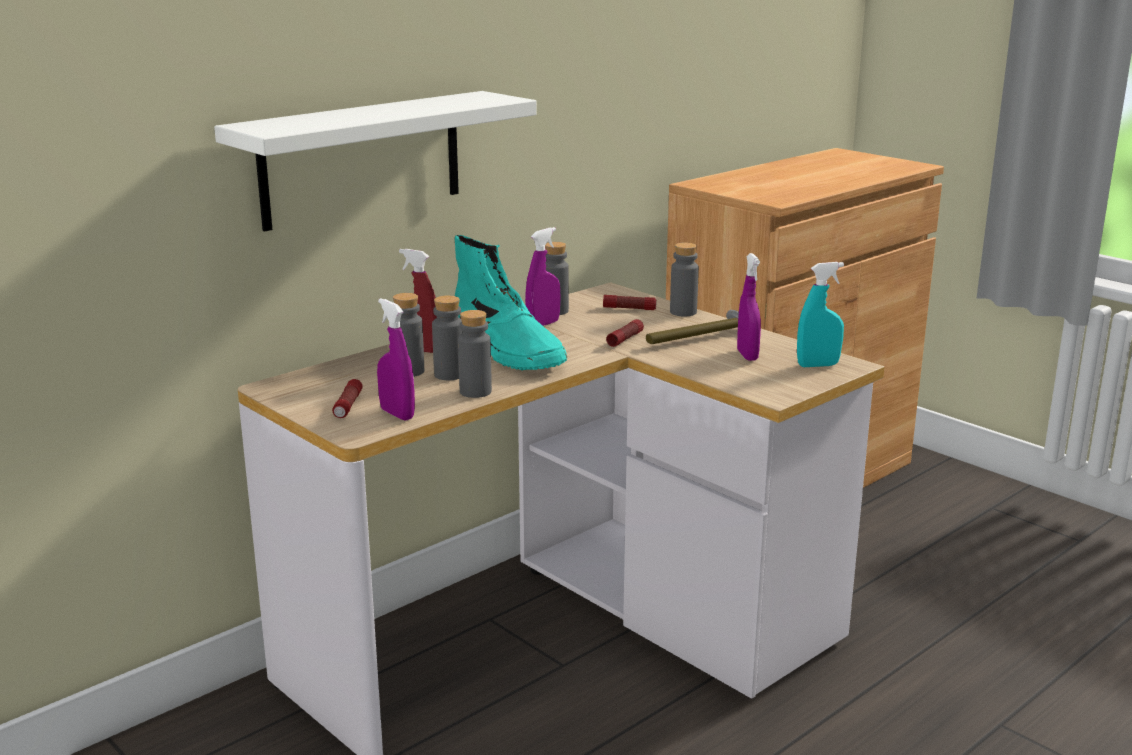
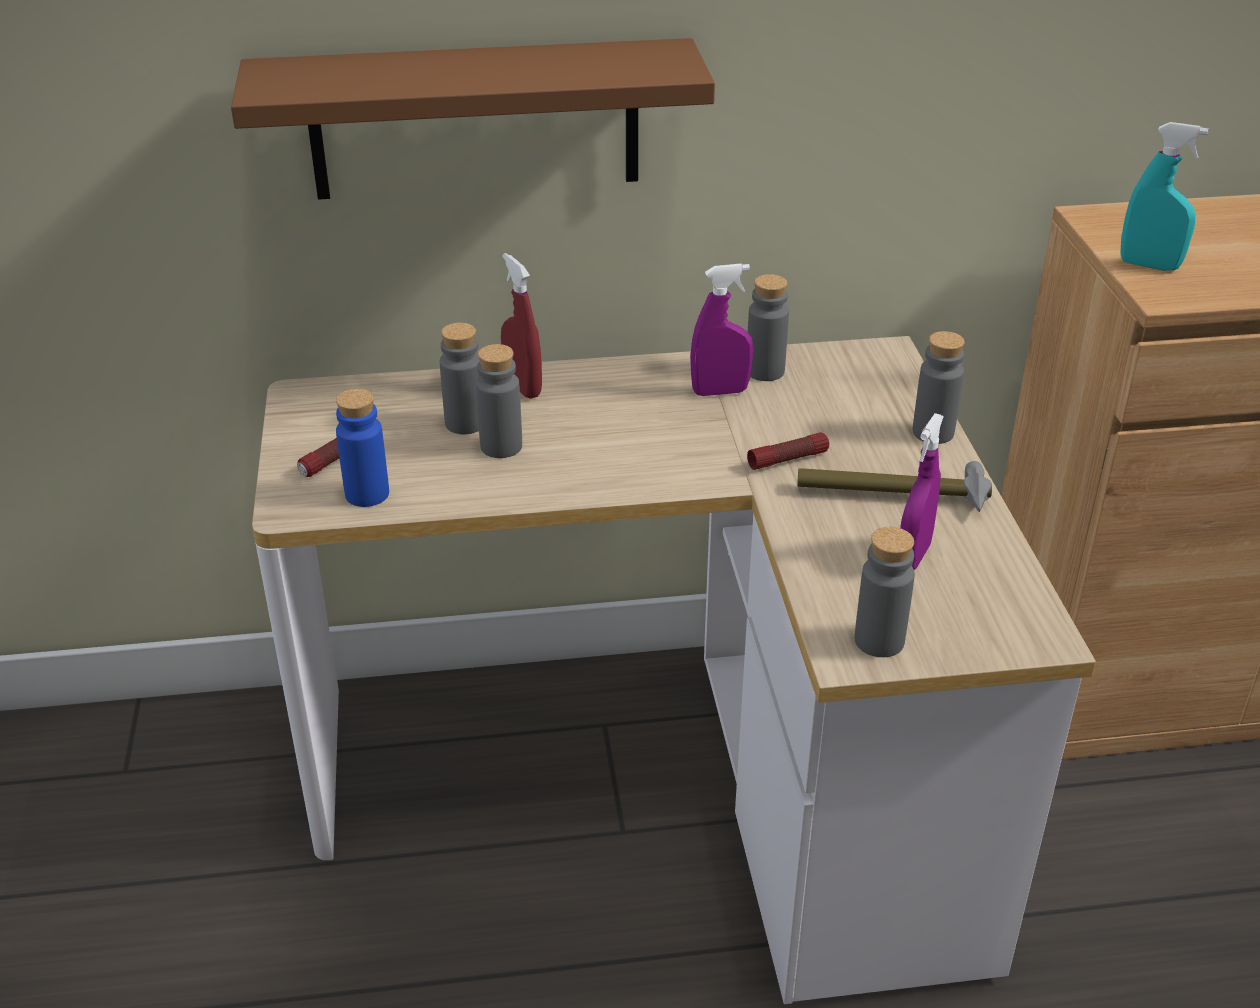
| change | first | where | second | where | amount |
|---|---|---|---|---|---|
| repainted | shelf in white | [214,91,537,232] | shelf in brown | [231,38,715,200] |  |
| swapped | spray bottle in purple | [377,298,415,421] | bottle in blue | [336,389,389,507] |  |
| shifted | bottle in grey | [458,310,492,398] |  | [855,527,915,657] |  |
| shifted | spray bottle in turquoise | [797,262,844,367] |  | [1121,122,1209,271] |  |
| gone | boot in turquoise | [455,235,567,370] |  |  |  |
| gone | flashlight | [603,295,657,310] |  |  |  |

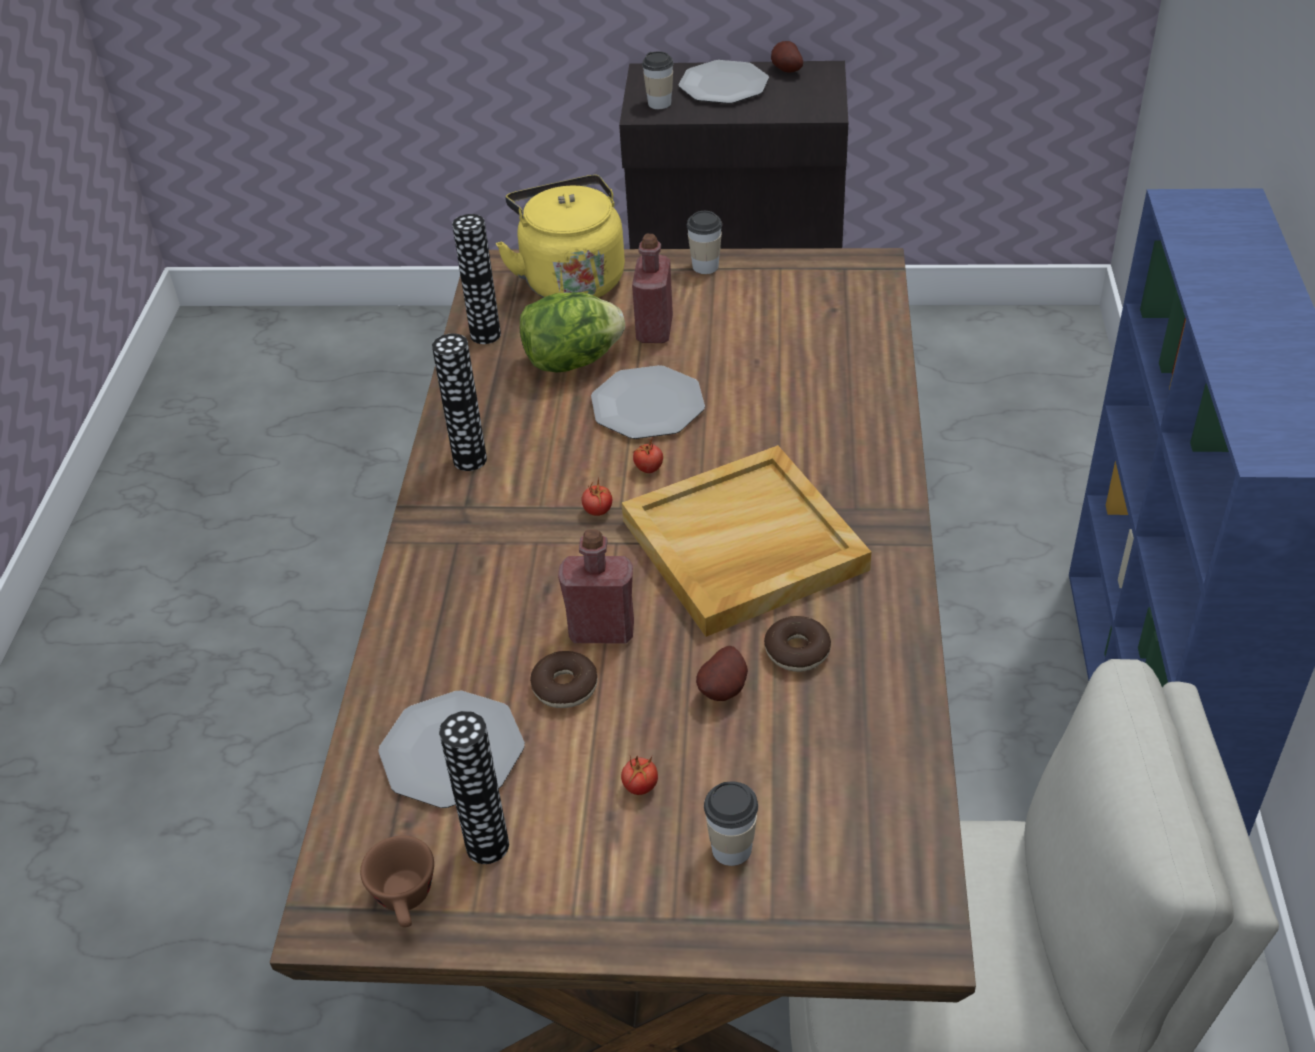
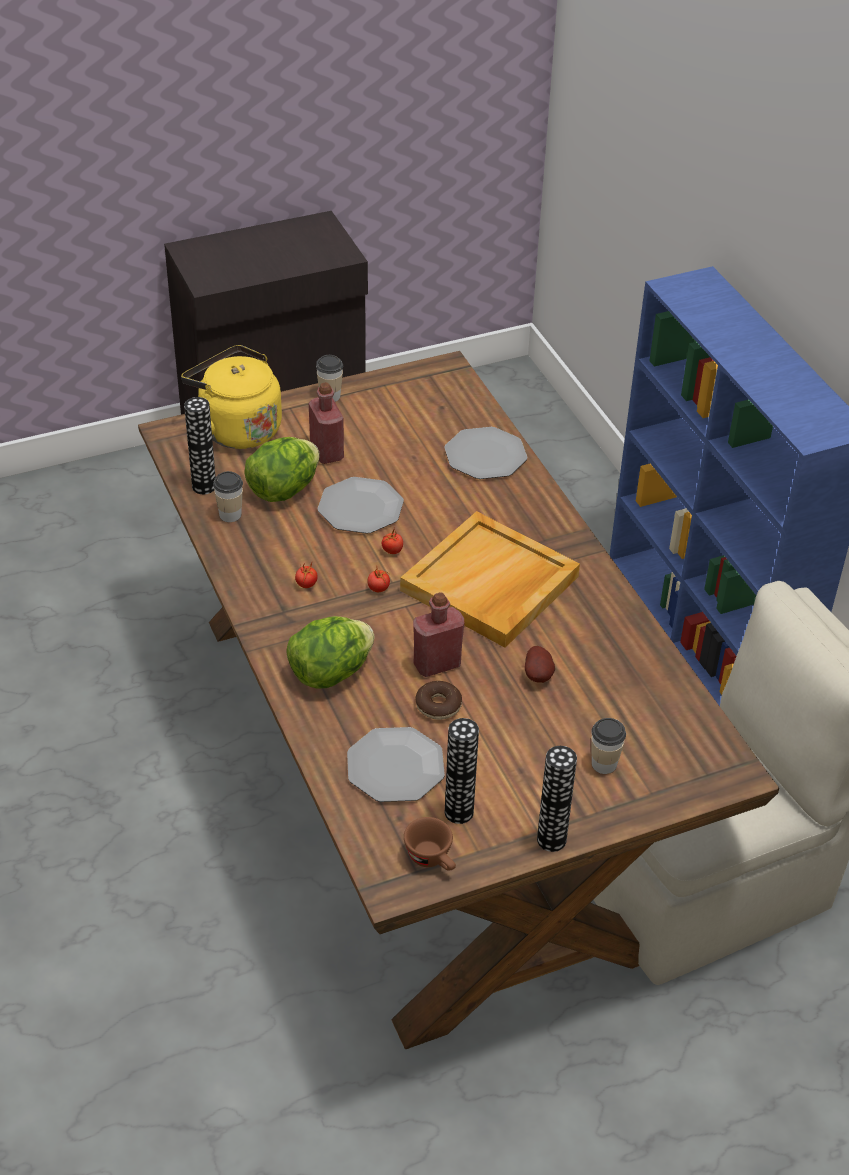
| change | first | where | second | where | amount |
|---|---|---|---|---|---|
| shifted | cup | [642,51,674,109] |  | [213,471,243,522] |  |
| new |  |  | lettuce | [286,616,375,689] |  |
| shifted | tomato | [621,756,658,795] |  | [295,563,318,588] |  |
| shifted | plate | [678,60,769,104] |  | [444,427,527,479] |  |
| shifted | vase | [432,334,487,471] |  | [537,746,577,852] |  |
| gone | donut | [764,616,831,672] |  |  |  |
| gone | potato | [771,41,803,73] |  |  |  |

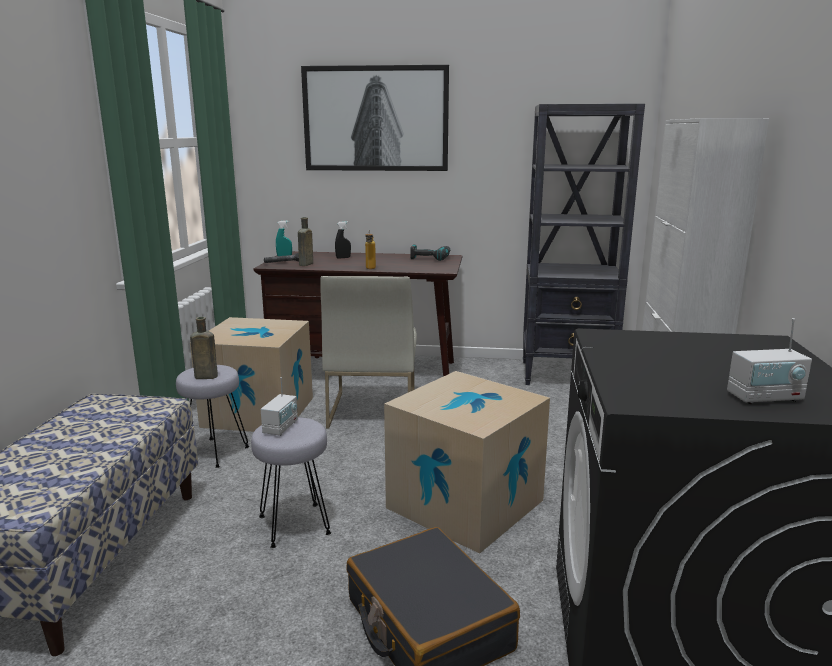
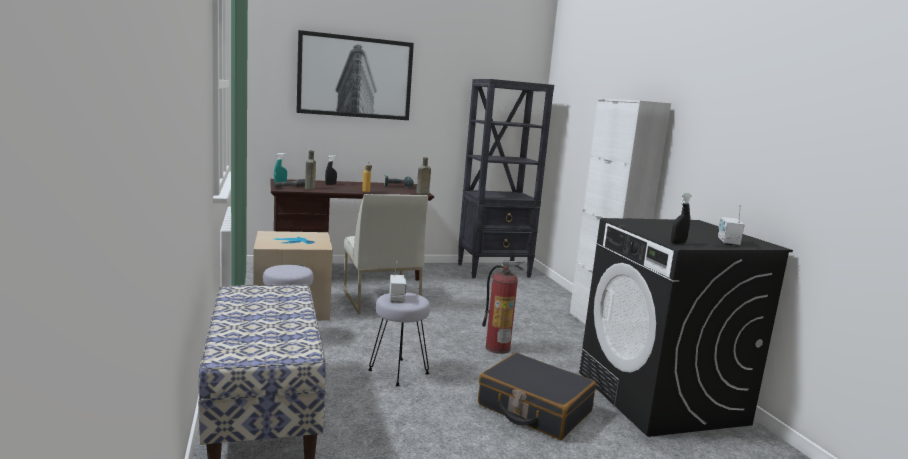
| change | first | where | second | where | amount |
|---|---|---|---|---|---|
| shifted | bottle in brown | [190,317,218,379] |  | [416,157,431,195] |  |
| swapped | cardboard box | [384,371,550,554] | fire extinguisher | [482,261,525,354] |  |
| new |  |  | spray bottle in black | [671,193,692,244] |  |
| rotated | radio | [727,318,812,405] |  | [718,205,744,246] | 135 degrees clockwise |

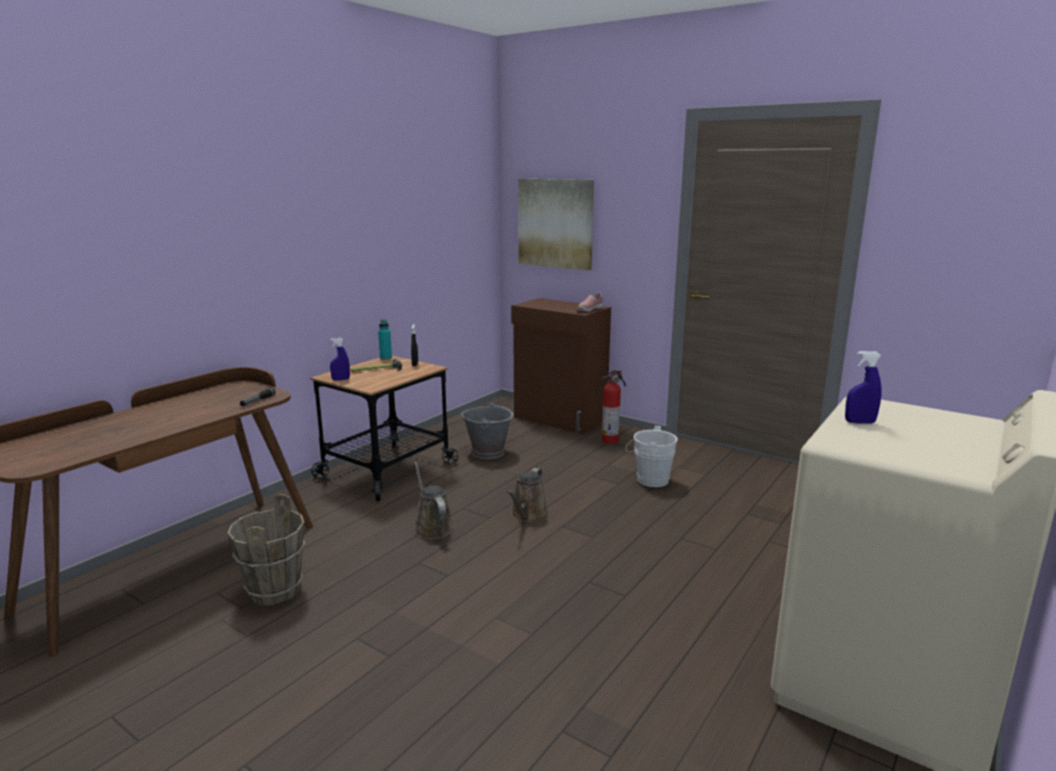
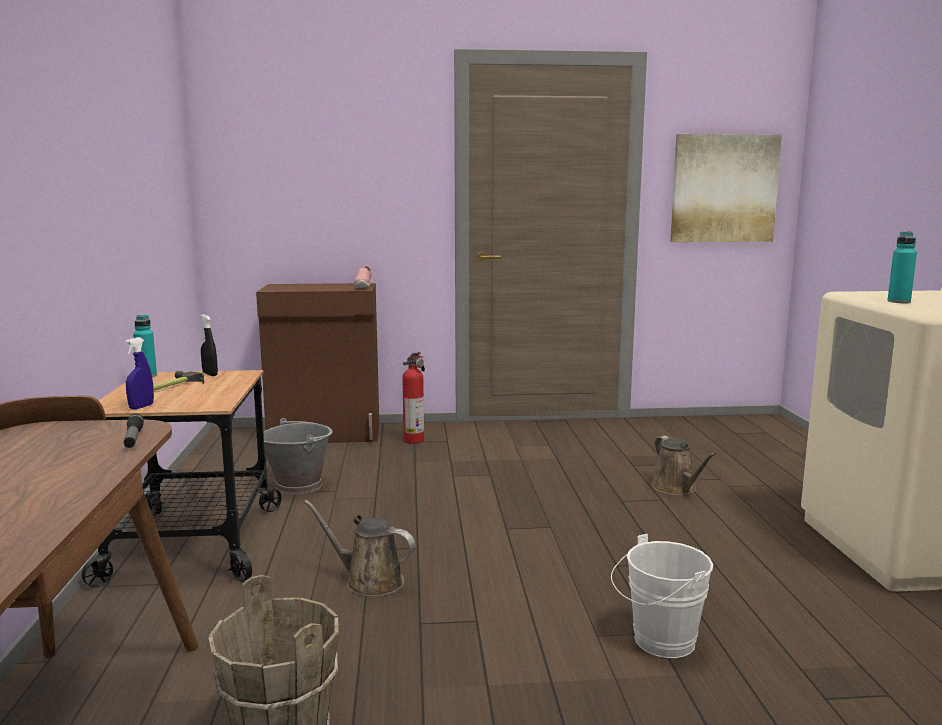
| change | first | where | second | where | amount |
|---|---|---|---|---|---|
| shifted | bucket in white | [626,426,678,487] |  | [611,534,713,658] |  |
| shifted | watering can in brown | [507,468,549,523] |  | [652,436,716,495] |  |
| shifted | picture | [518,179,594,270] |  | [670,134,782,242] |  |
| swapped | spray bottle in blue | [845,351,882,424] | bottle in turquoise | [887,231,917,303] |  |

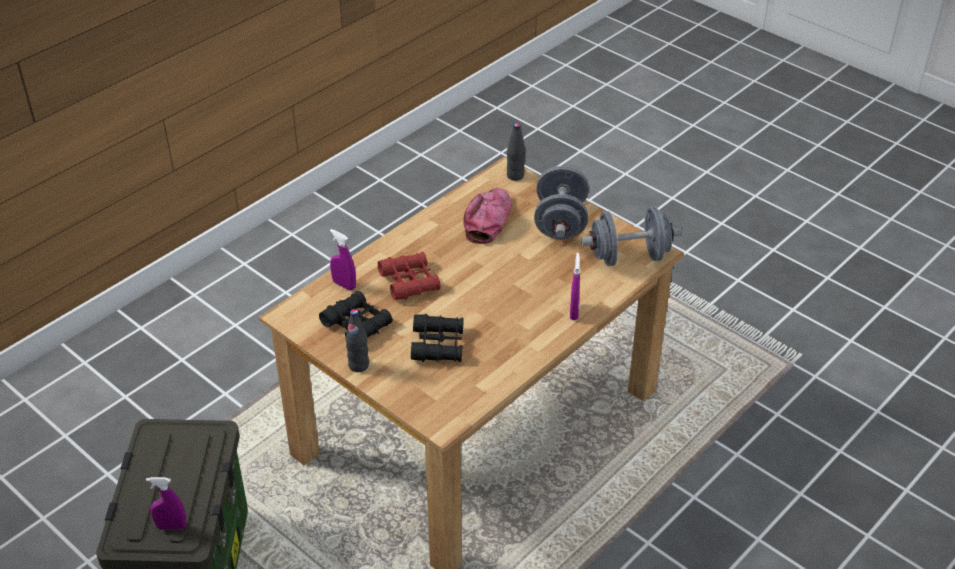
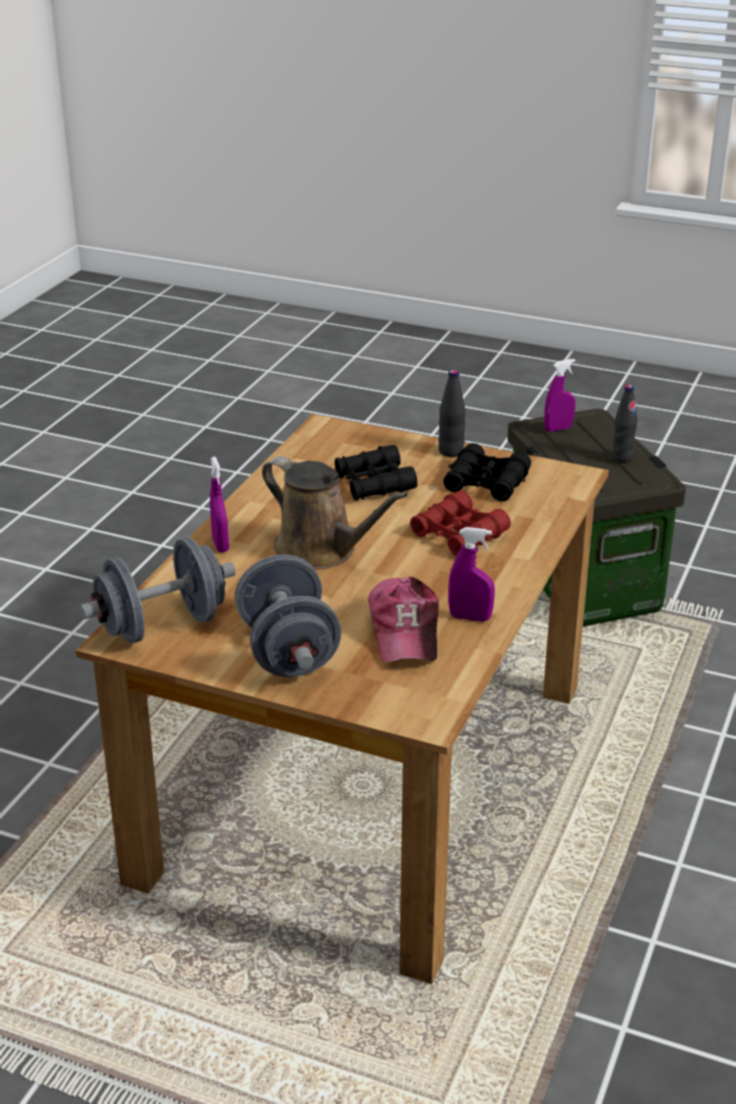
| change | first | where | second | where | amount |
|---|---|---|---|---|---|
| new |  |  | watering can in brown | [262,456,408,570] |  |
| shifted | spray bottle in purple | [330,229,356,290] |  | [448,527,495,622] |  |
| shifted | bottle in black | [507,123,525,181] |  | [612,385,637,463] |  |

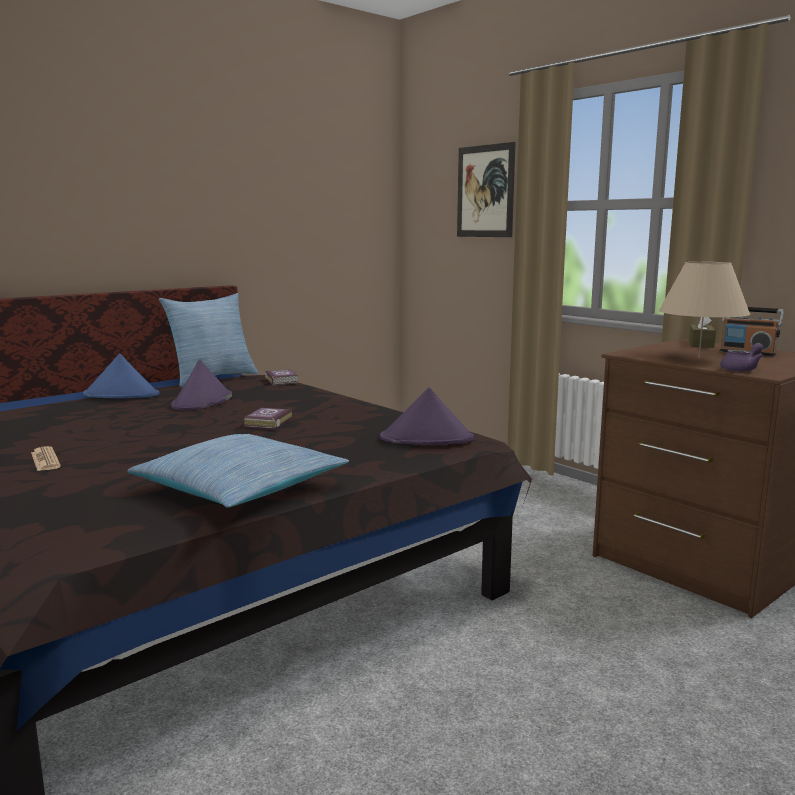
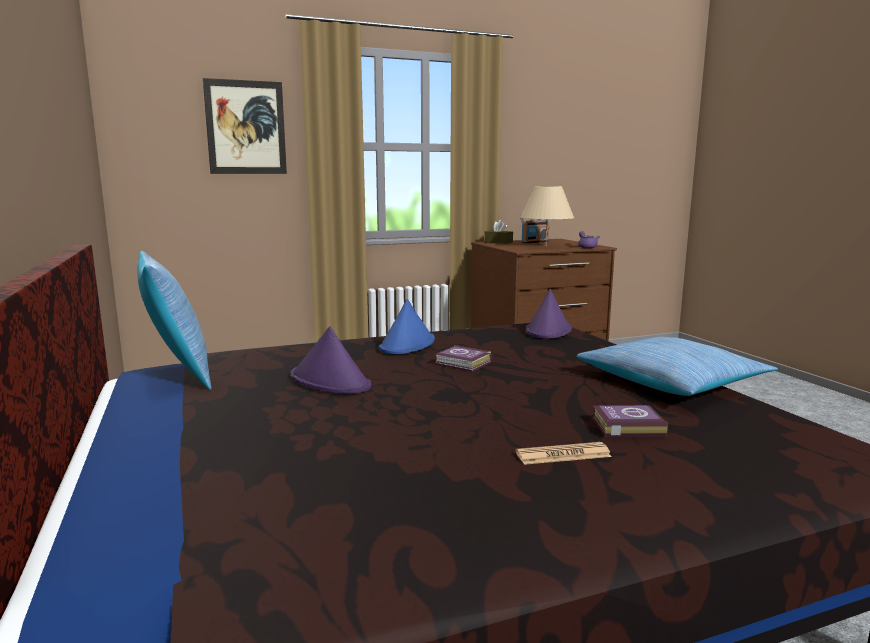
| change | first | where | second | where | amount |
|---|---|---|---|---|---|
| shifted | hat in blue | [83,354,159,398] |  | [379,299,435,354] |  |
| shifted | book | [265,370,299,385] |  | [592,405,668,437] |  |

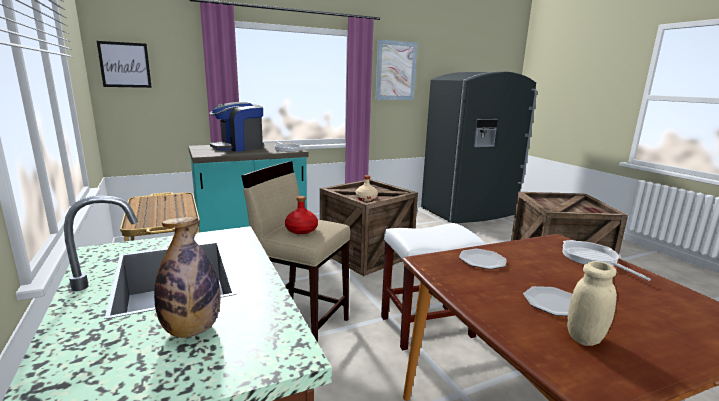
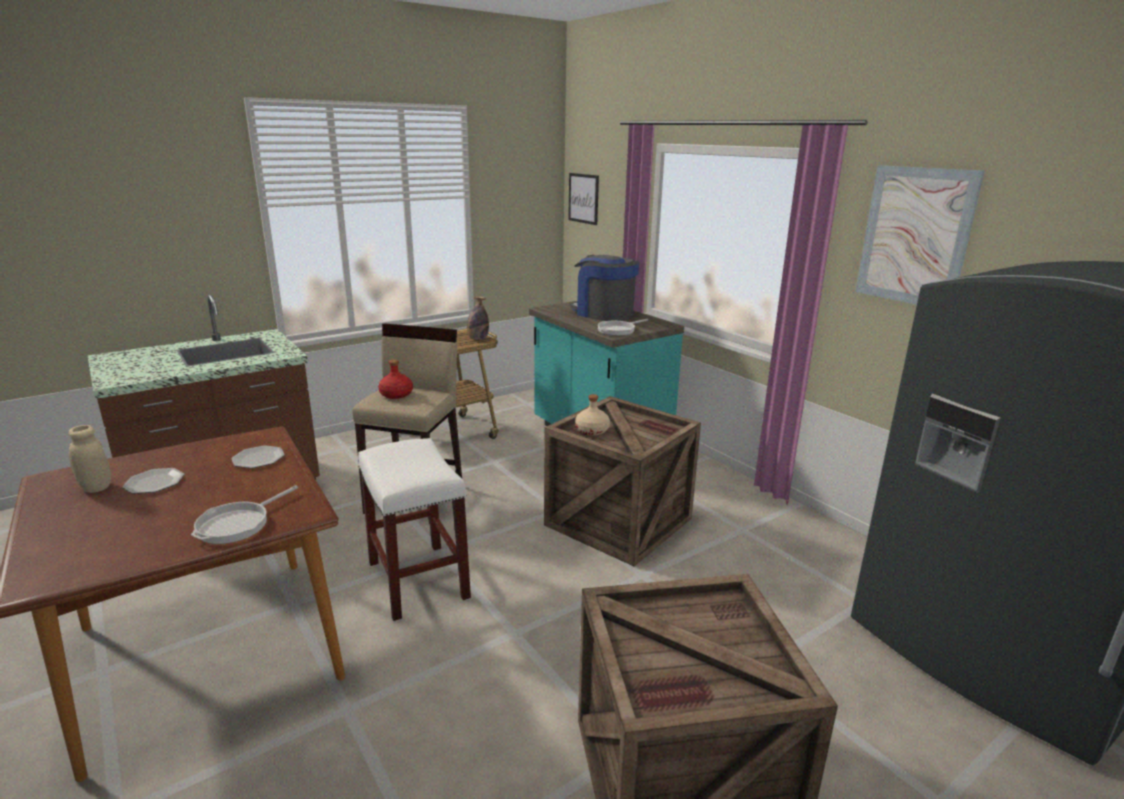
| change | first | where | second | where | amount |
|---|---|---|---|---|---|
| rotated | frying pan | [563,240,651,281] |  | [191,486,298,544] | 150 degrees clockwise |
| shifted | bottle | [154,217,220,338] |  | [467,296,489,340] |  |

